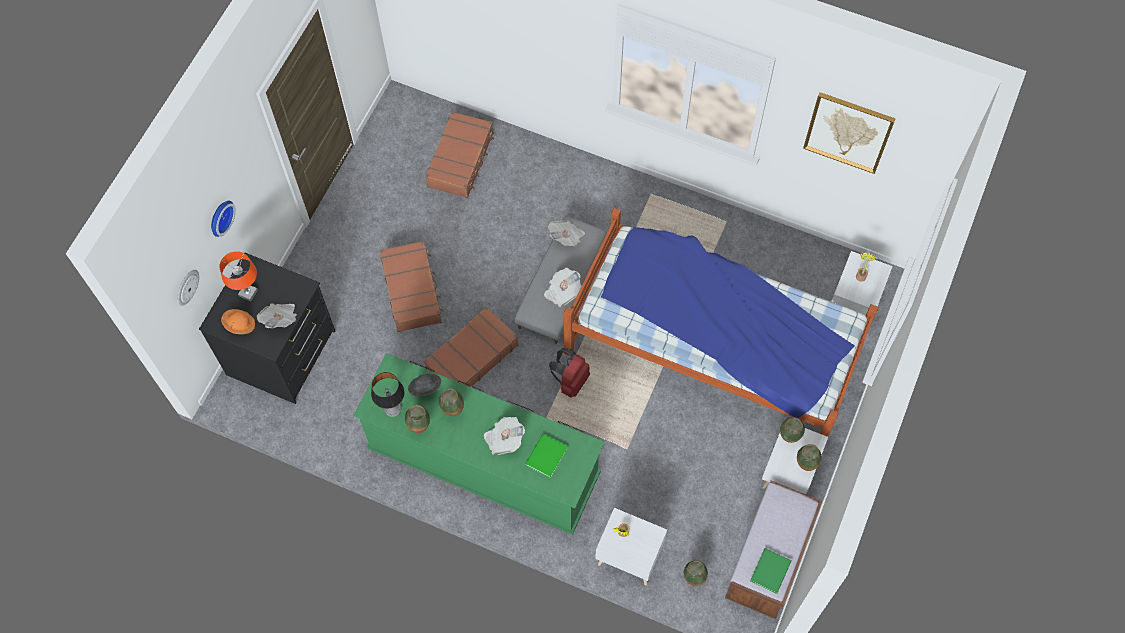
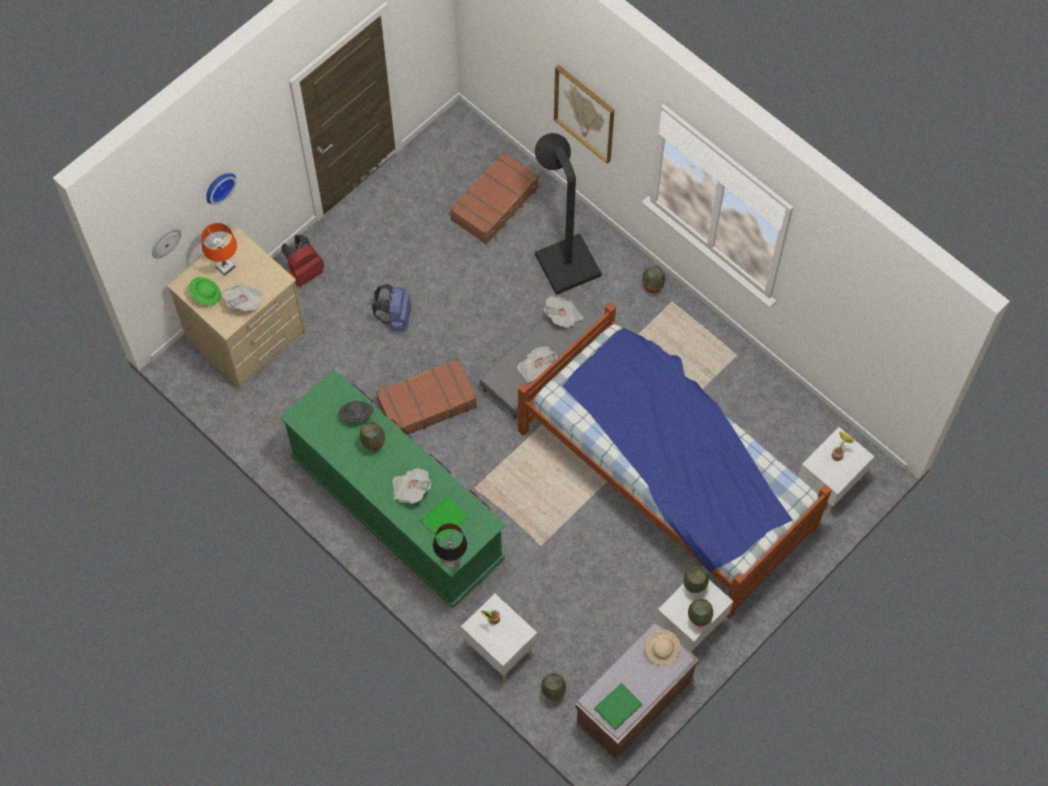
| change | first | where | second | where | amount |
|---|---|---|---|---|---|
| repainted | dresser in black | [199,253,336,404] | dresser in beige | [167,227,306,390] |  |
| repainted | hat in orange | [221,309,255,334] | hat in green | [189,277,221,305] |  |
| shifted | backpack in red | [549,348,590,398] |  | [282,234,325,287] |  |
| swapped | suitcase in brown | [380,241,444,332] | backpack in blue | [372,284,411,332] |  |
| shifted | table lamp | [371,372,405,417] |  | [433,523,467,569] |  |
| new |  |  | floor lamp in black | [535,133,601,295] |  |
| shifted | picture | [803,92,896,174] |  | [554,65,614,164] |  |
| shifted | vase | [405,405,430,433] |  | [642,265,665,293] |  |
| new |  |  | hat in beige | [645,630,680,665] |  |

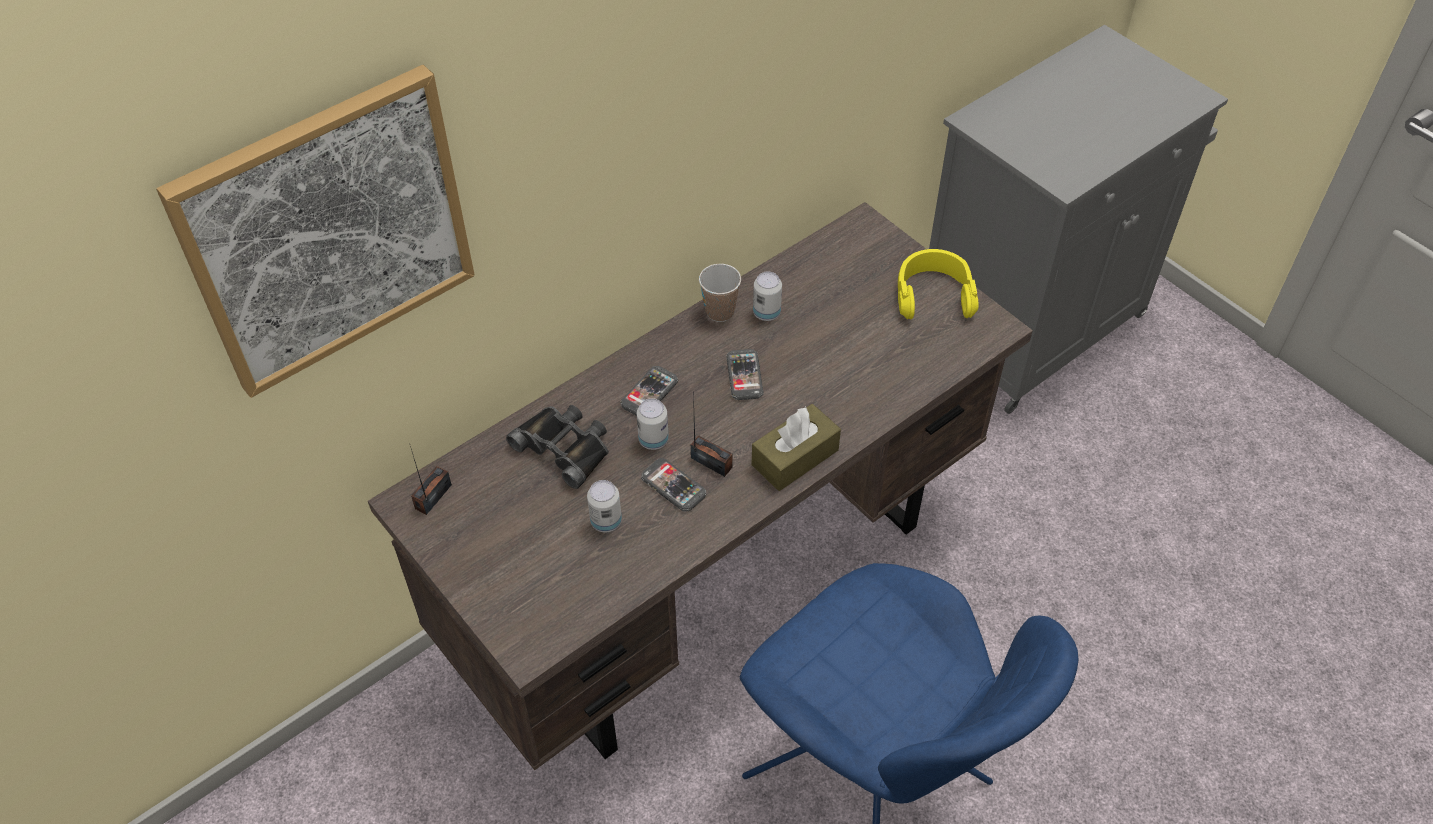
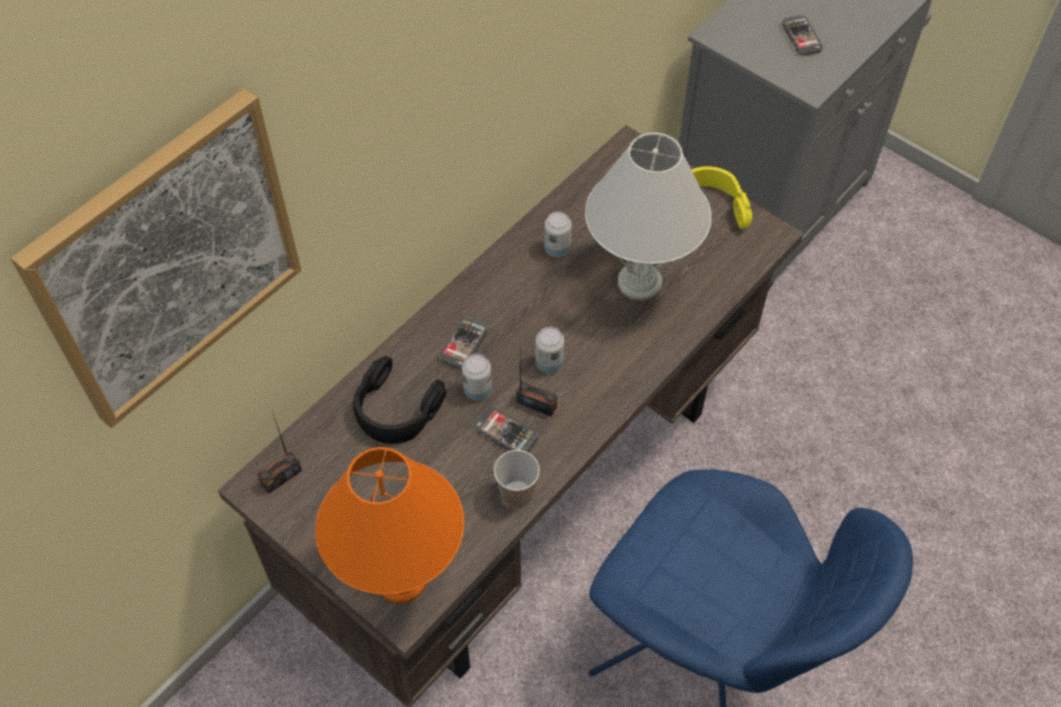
| change | first | where | second | where | amount |
|---|---|---|---|---|---|
| rotated | radio | [410,446,452,515] |  | [257,411,302,494] | 150 degrees counterclockwise |
| new |  |  | table lamp in orange | [315,447,464,604] |  |
| swapped | binoculars in black | [506,405,609,489] | headphones in black | [353,356,446,444] |  |
| shifted | cup | [699,264,741,322] |  | [494,450,540,508] |  |
| shifted | can | [587,480,622,532] |  | [535,327,564,373] |  |
| new |  |  | table lamp in white | [585,132,712,301] |  |
| shifted | phone | [726,349,764,400] |  | [781,15,823,56] |  |
| gone | tissue box in brown | [752,404,841,491] |  |  |  |

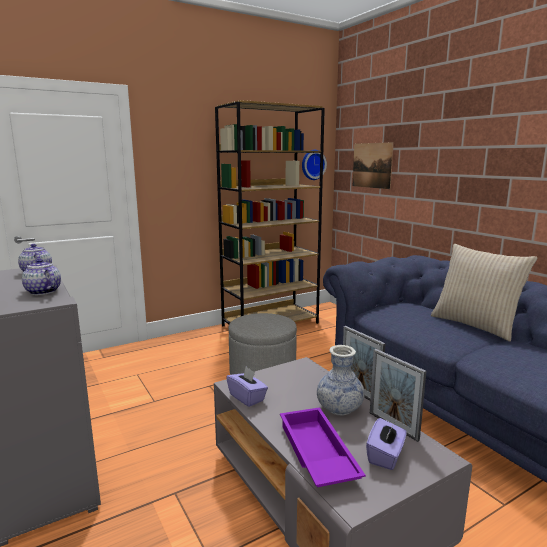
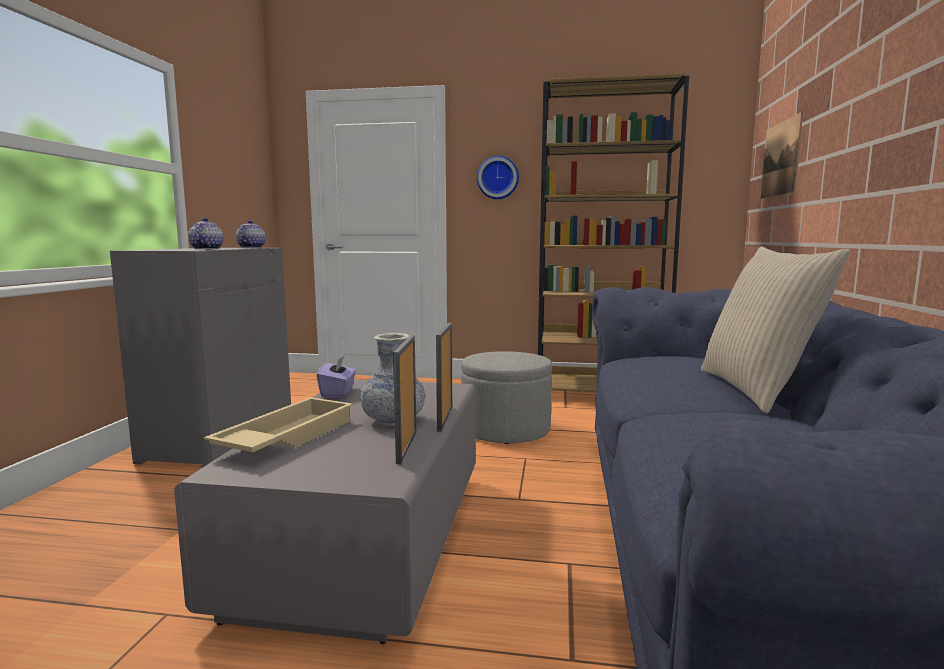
| change | first | where | second | where | amount |
|---|---|---|---|---|---|
| repainted | tray in purple | [280,407,366,487] | tray in beige | [204,397,353,452] |  |
| shifted | wall clock | [302,150,327,180] |  | [477,156,519,199] |  |
| gone | tissue box in purple | [366,418,407,470] |  |  |  |

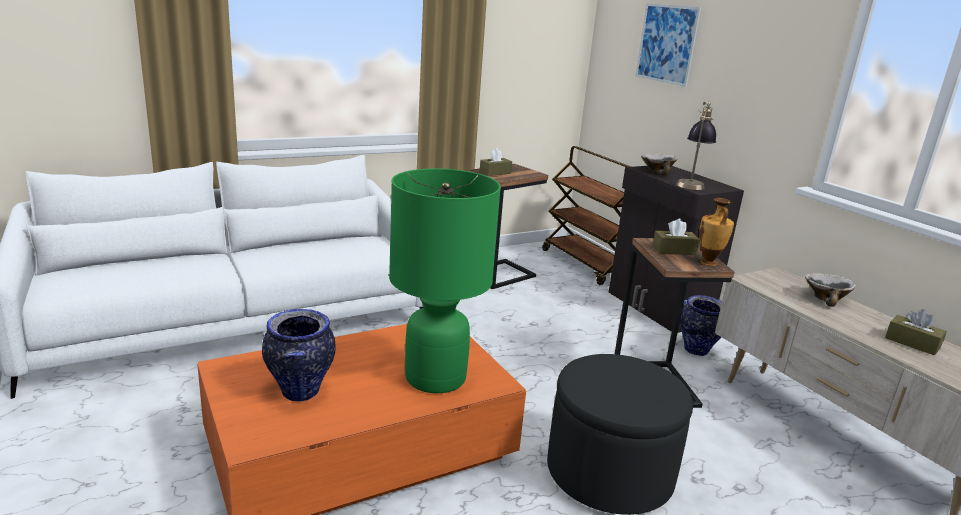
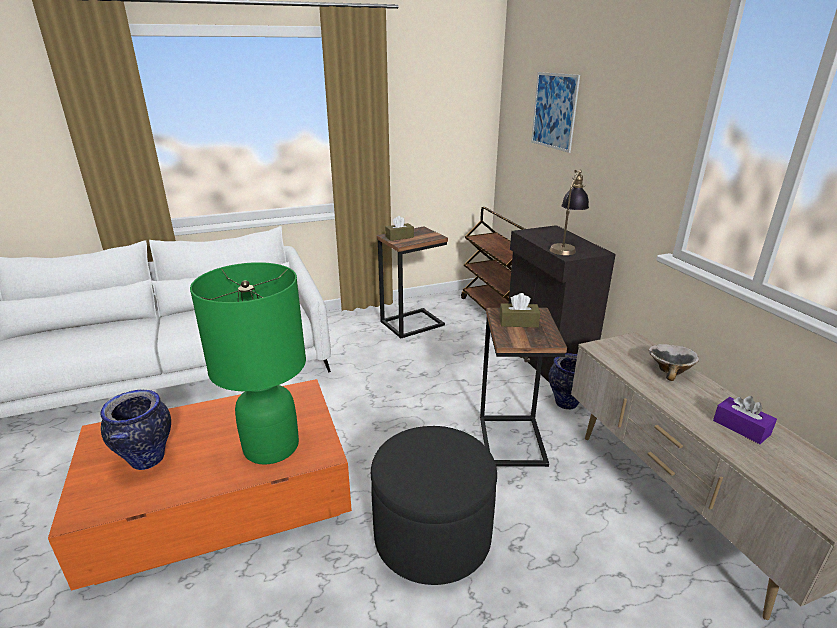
| change | first | where | second | where | amount |
|---|---|---|---|---|---|
| repainted | tissue box in brown | [885,309,947,355] | tissue box in purple | [713,396,777,444] |  |
| gone | bowl | [641,154,678,176] |  |  |  |
| gone | vase | [699,198,734,266] |  |  |  |

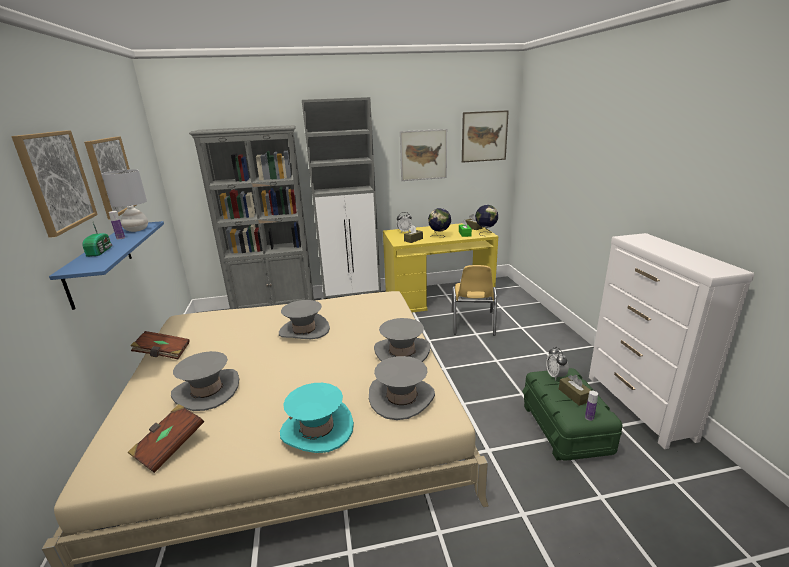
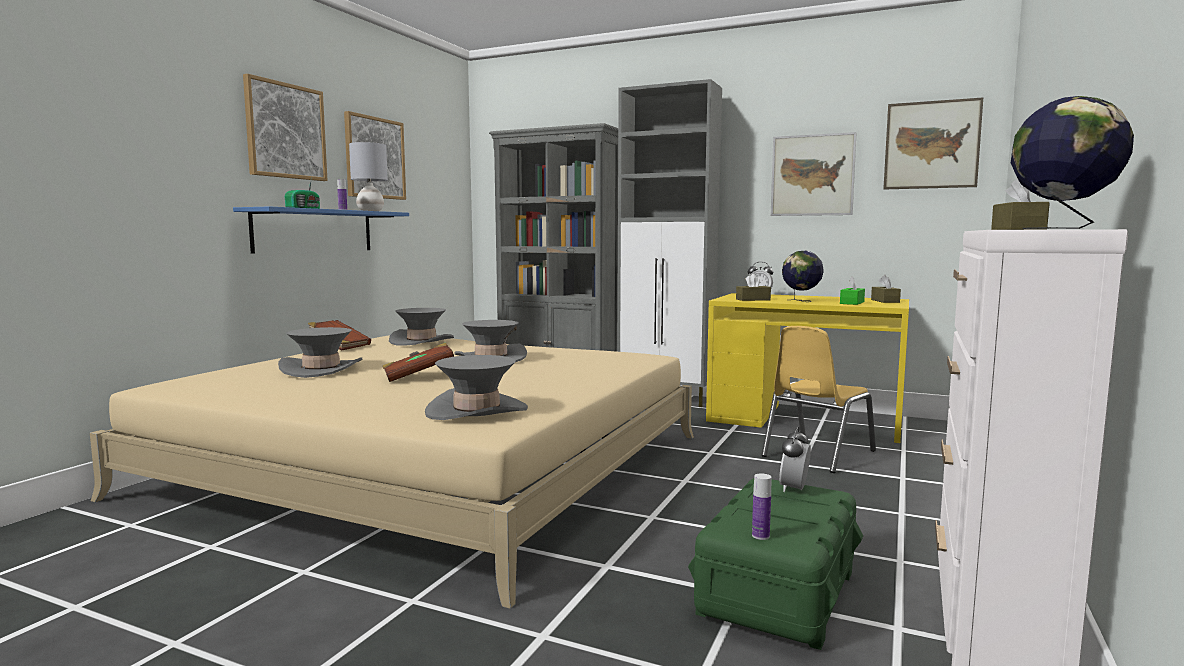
| change | first | where | second | where | amount |
|---|---|---|---|---|---|
| shifted | book in brown | [128,404,204,473] |  | [383,343,454,382] |  |
| shifted | hat in grey | [374,318,430,362] |  | [389,308,454,346] |  |
| shifted | tissue box in brown | [559,375,592,406] |  | [991,178,1050,230] |  |
| shifted | globe | [475,205,498,236] |  | [1011,96,1134,229] |  |
| gone | hat in turquoise | [280,383,354,453] |  |  |  |

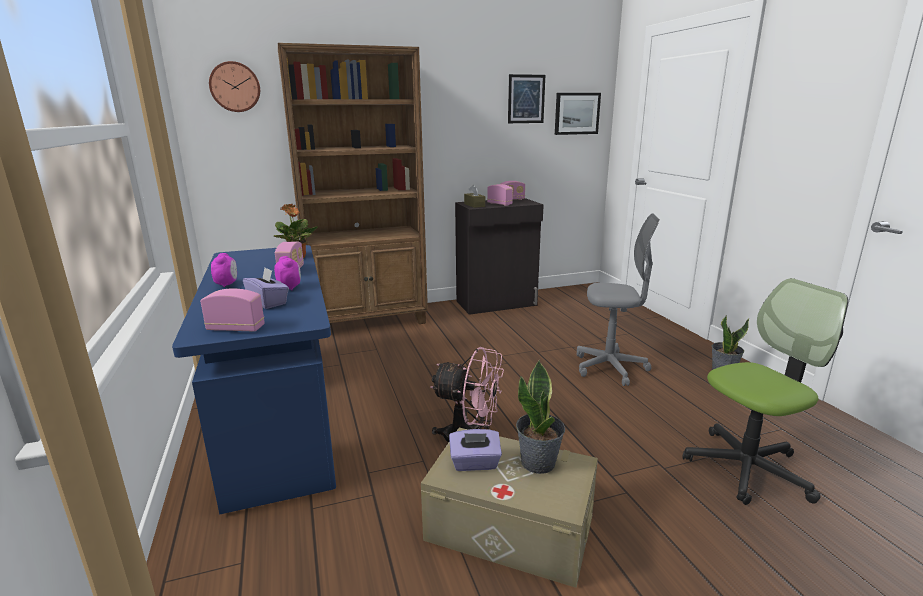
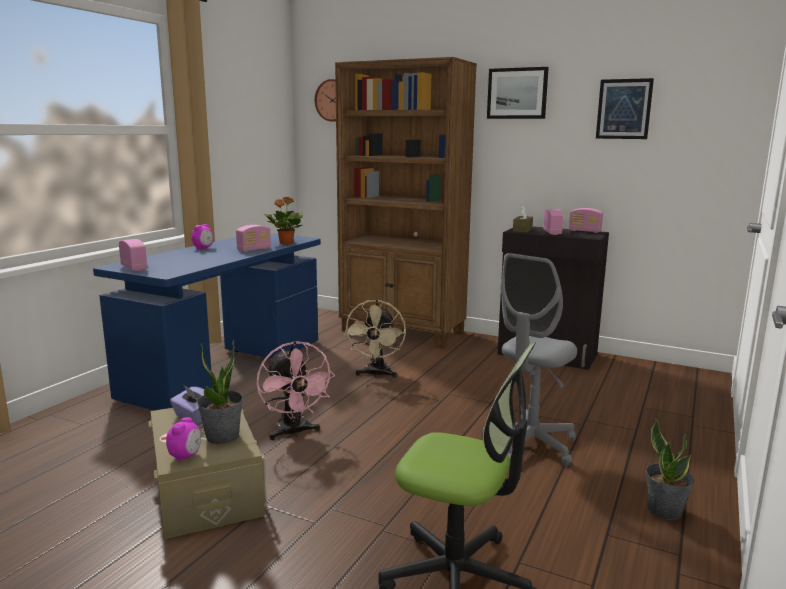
| change | first | where | second | where | amount |
|---|---|---|---|---|---|
| shifted | alarm clock | [274,256,301,290] |  | [166,417,201,462] |  |
| new |  |  | fan in beige | [344,299,406,378] |  |
| rotated | office chair in grey | [577,213,660,386] |  | [481,253,577,467] | 75 degrees clockwise |
| shifted | picture | [555,93,601,135] |  | [487,67,549,119] |  |
| gone | tissue box in purple | [243,268,289,309] |  |  |  |

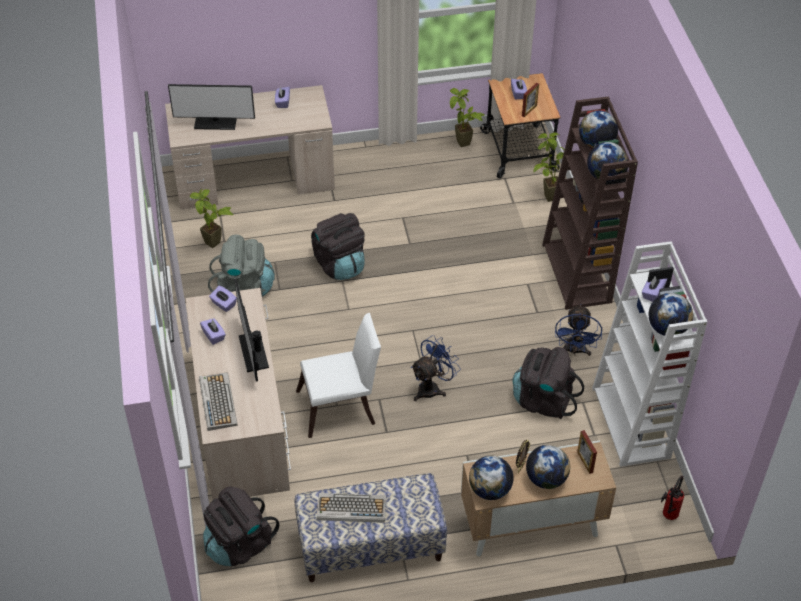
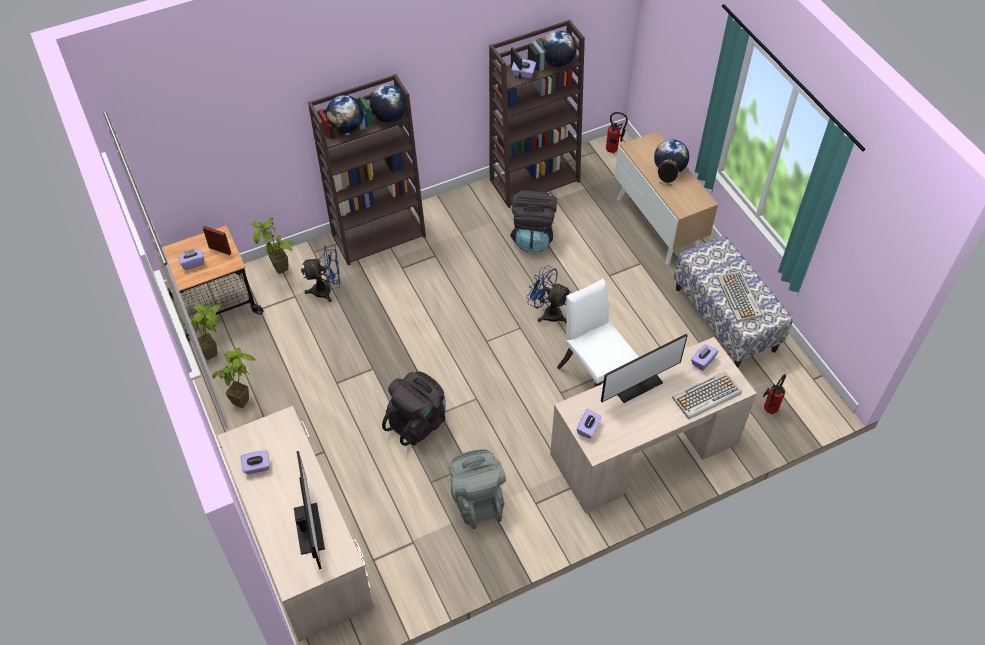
| change | first | where | second | where | amount |
|---|---|---|---|---|---|
| shifted | potted plant | [190,189,233,248] |  | [212,348,255,408] |  |
| shifted | fan in blue | [555,304,602,356] |  | [301,245,340,302] |  |
| repainted | bookcase in white | [592,241,708,467] | bookcase in brown | [489,20,585,208] |  |
| shifted | tissue box in purple | [200,318,226,345] |  | [691,344,718,371] |  |
| swapped | backpack in black | [203,486,279,566] | fire extinguisher | [763,374,786,414] |  |
| gone | globe | [469,456,513,500] |  |  |  |
| gone | picture frame | [577,430,597,474] |  |  |  |

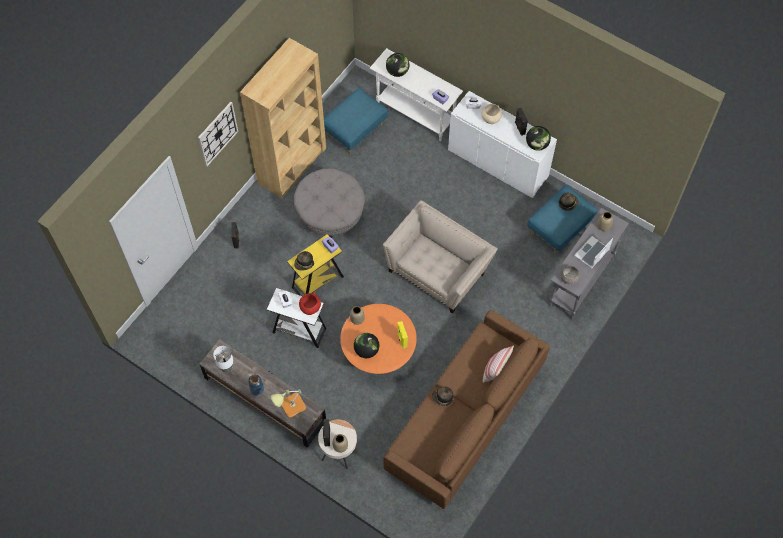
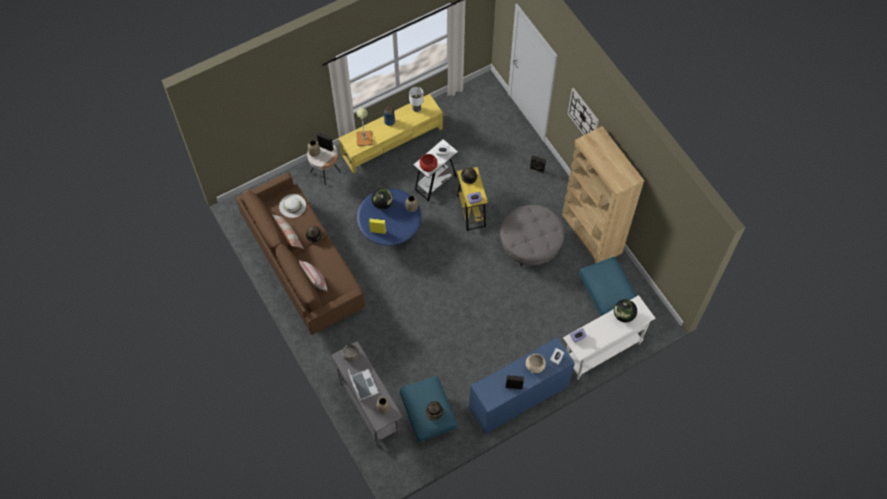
| change | first | where | second | where | amount |
|---|---|---|---|---|---|
| new |  |  | pillow | [273,215,304,249] |  |
| new |  |  | hat in white | [279,194,306,218] |  |
| repainted | tv stand in brown | [199,339,326,447] | tv stand in yellow | [339,94,443,173] |  |
| repainted | coffee table in orange | [340,304,417,374] | coffee table in blue | [357,189,421,245] |  |
| repainted | cabinet in white | [448,91,557,198] | cabinet in blue | [469,337,575,434] |  |
| gone | armchair in beige | [383,200,498,314] |  |  |  |
| gone | globe | [526,126,551,151] |  |  |  |

